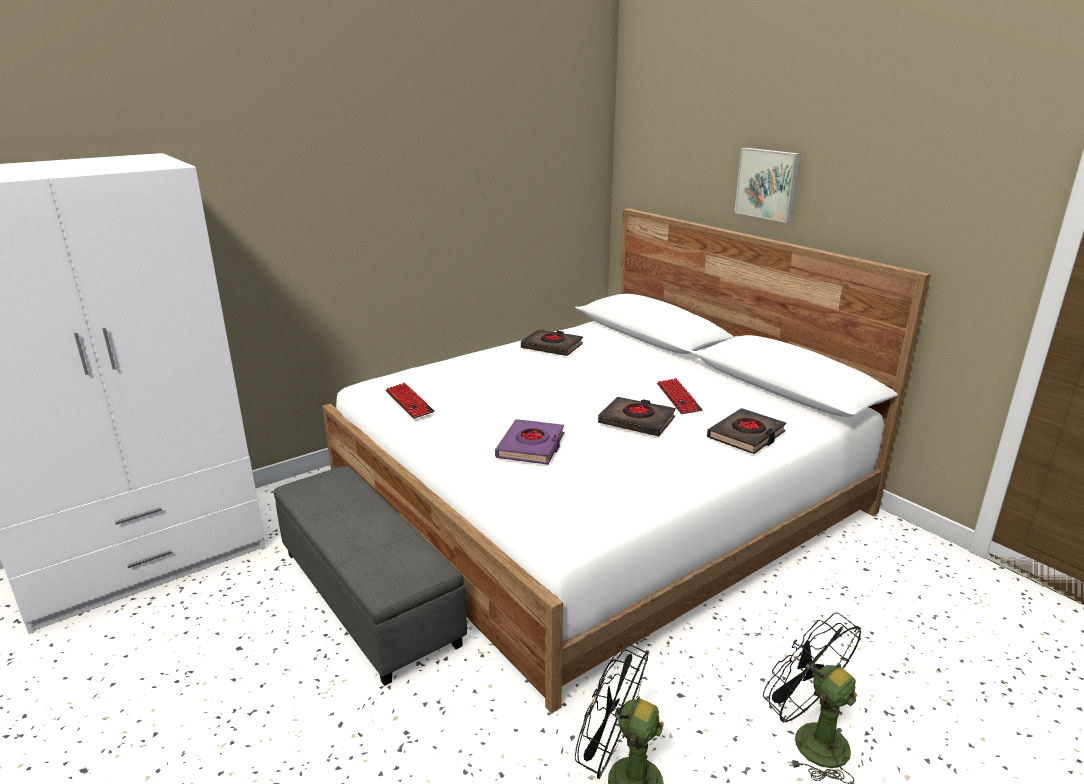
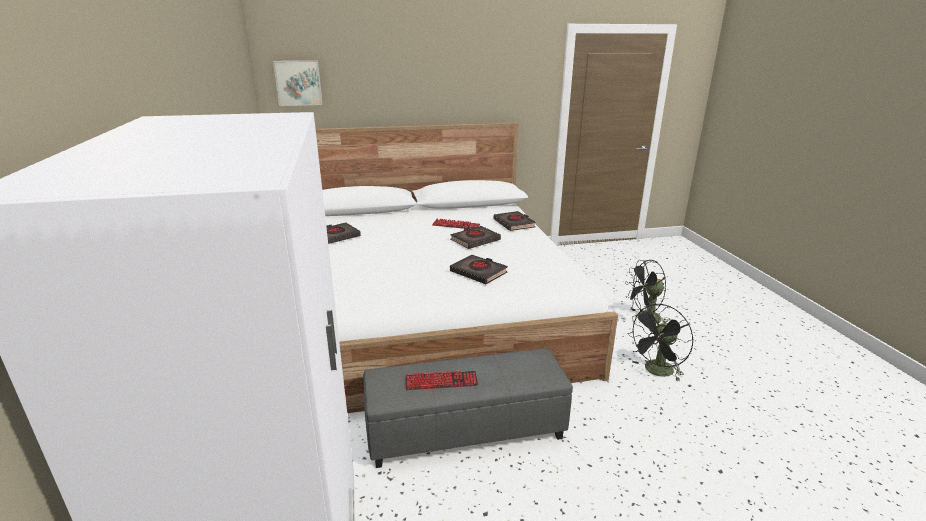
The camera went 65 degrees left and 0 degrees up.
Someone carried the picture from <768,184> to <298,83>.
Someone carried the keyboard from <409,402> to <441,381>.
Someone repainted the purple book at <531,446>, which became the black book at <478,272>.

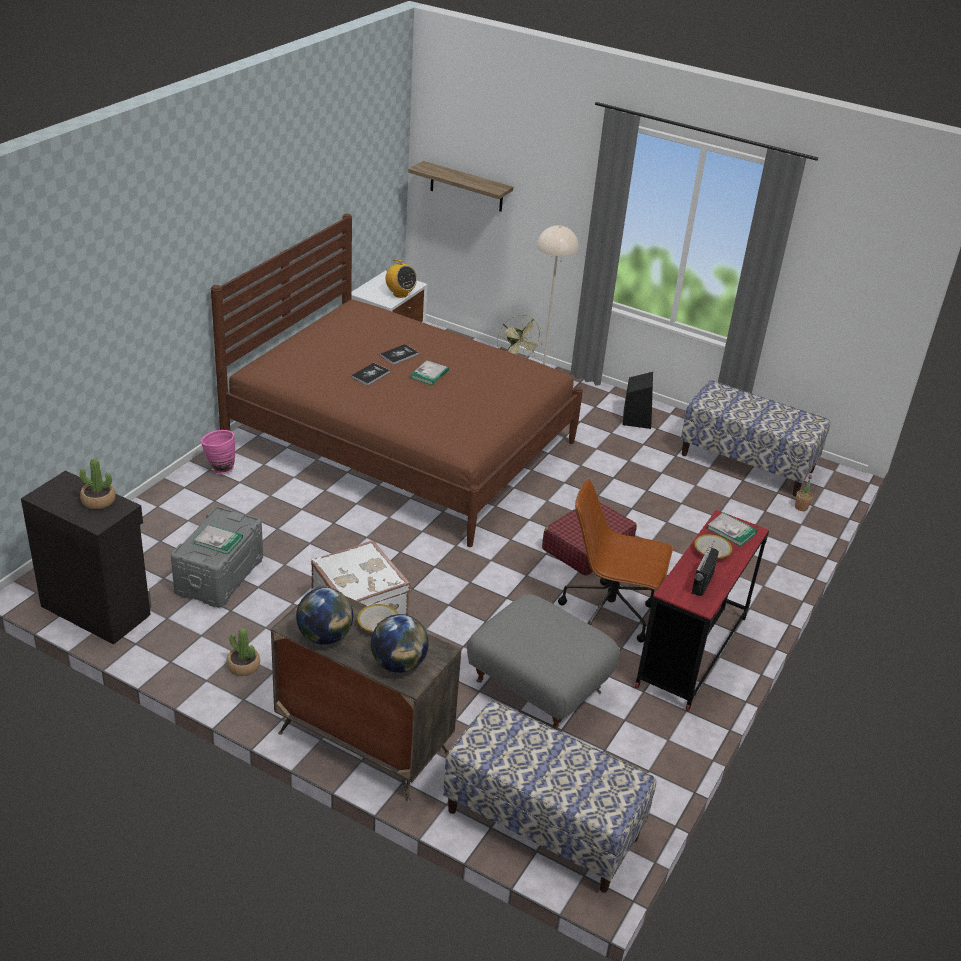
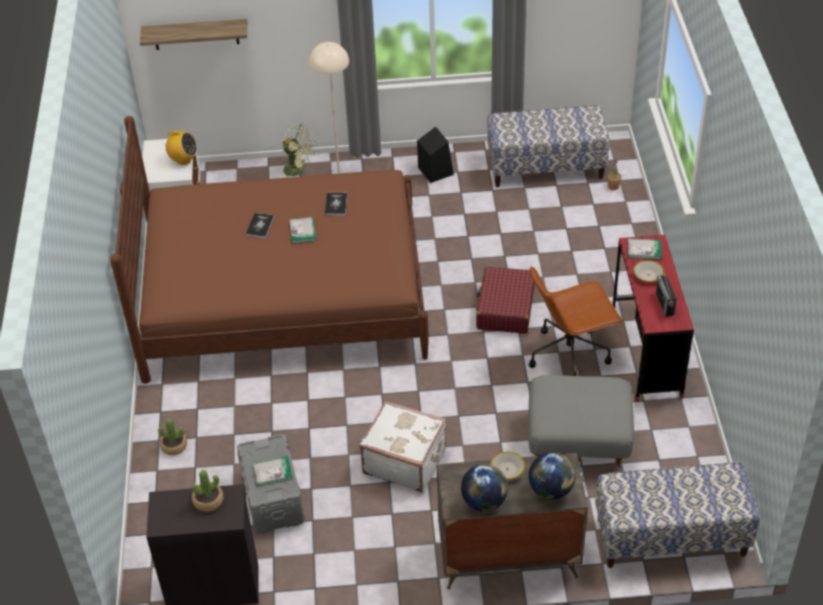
The camera went 30 degrees left and 10 degrees up.
Someone carried the potted plant from <243,666> to <174,446>.
Someone carried the book from <370,375> to <336,204>.
Someone took away the pink vase at <219,469>.

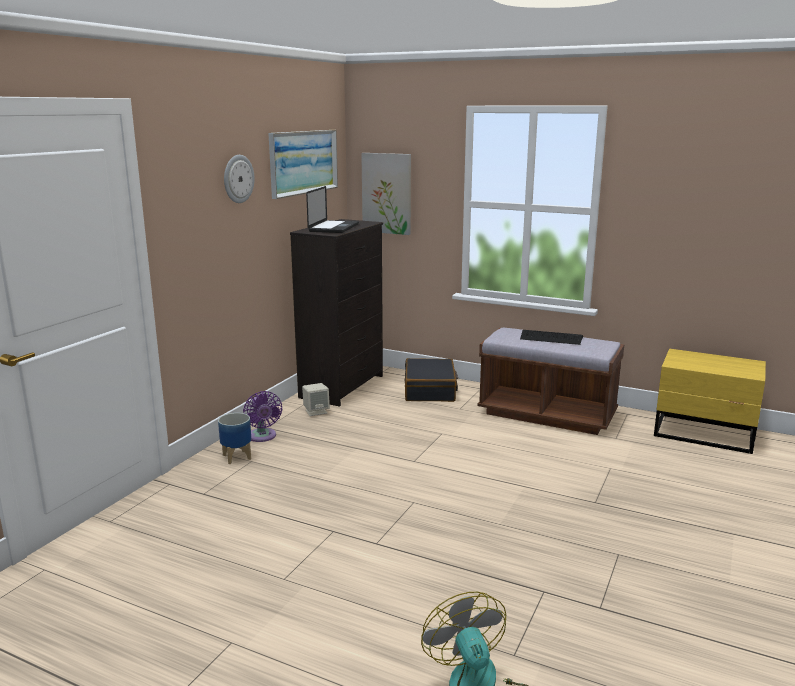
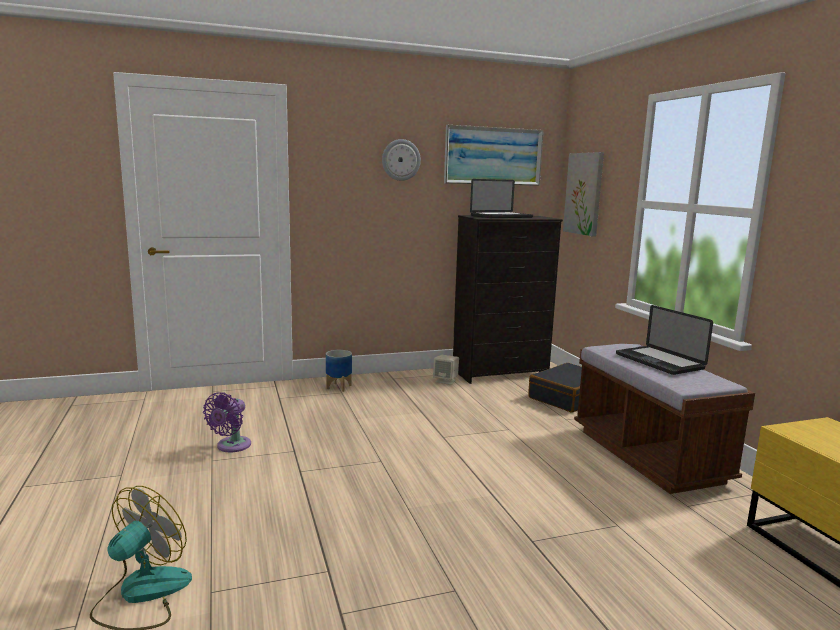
The camera went 45 degrees right and 5 degrees down.
Someone carried the purple fan from <262,437> to <231,446>.
Someone swapped the keyboard at <551,338> for the laptop at <659,361>.

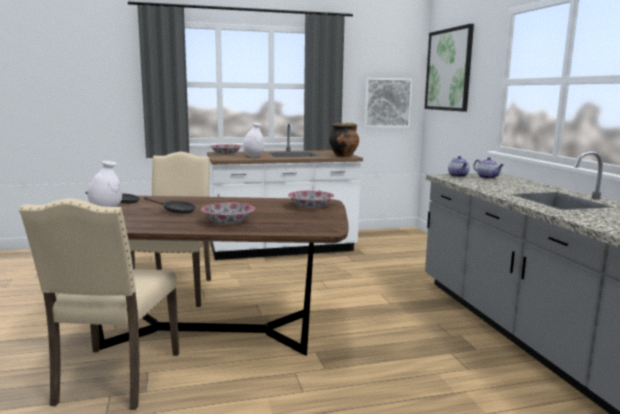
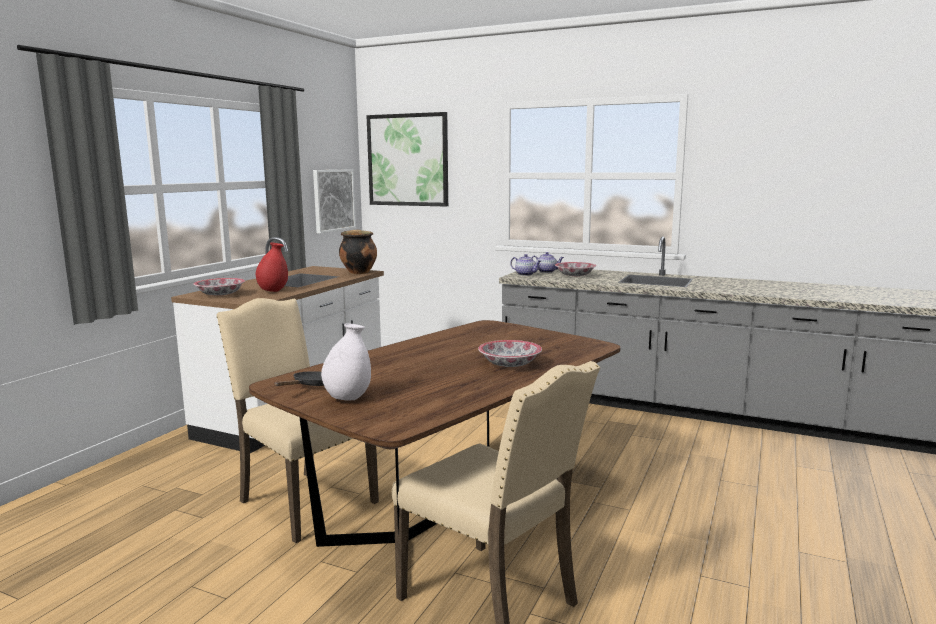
The camera went 50 degrees left and 0 degrees up.
Someone repainted the white vase at <253,156>, which became the red vase at <273,291>.
Someone carried the bowl from <310,207> to <574,276>.
Someone took away the black frying pan at <176,211>.

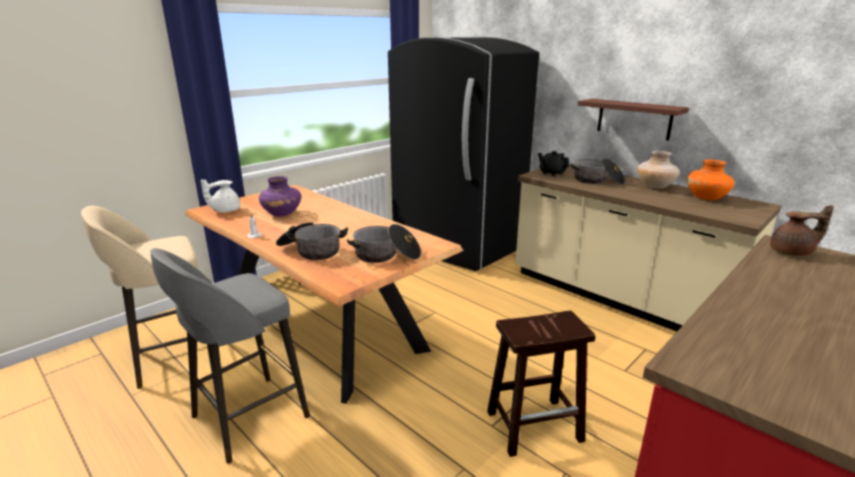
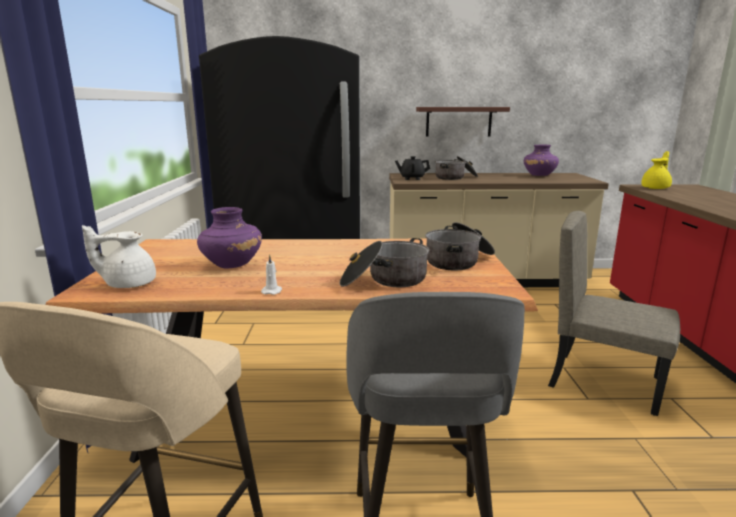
The camera went 45 degrees left and 5 degrees down.
Someone rotated the white teapot at <225,210> by 75 degrees clockwise.
Someone repainted the orange vase at <706,198>, which became the purple vase at <539,175>.
Someone swapped the brown stool at <535,425> for the beige chair at <604,381>.
Someone repainted the brown teapot at <792,252>, which became the yellow teapot at <656,188>.
Someone took away the beige vase at <655,187>.

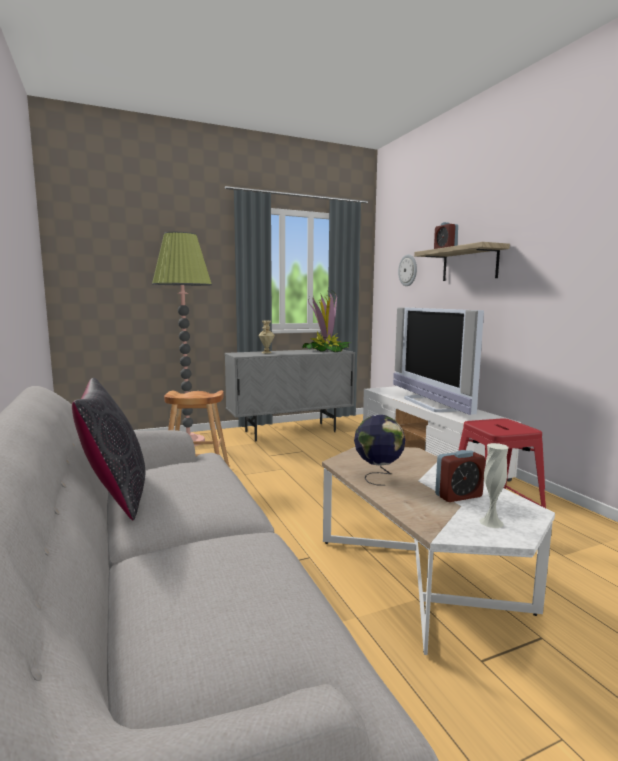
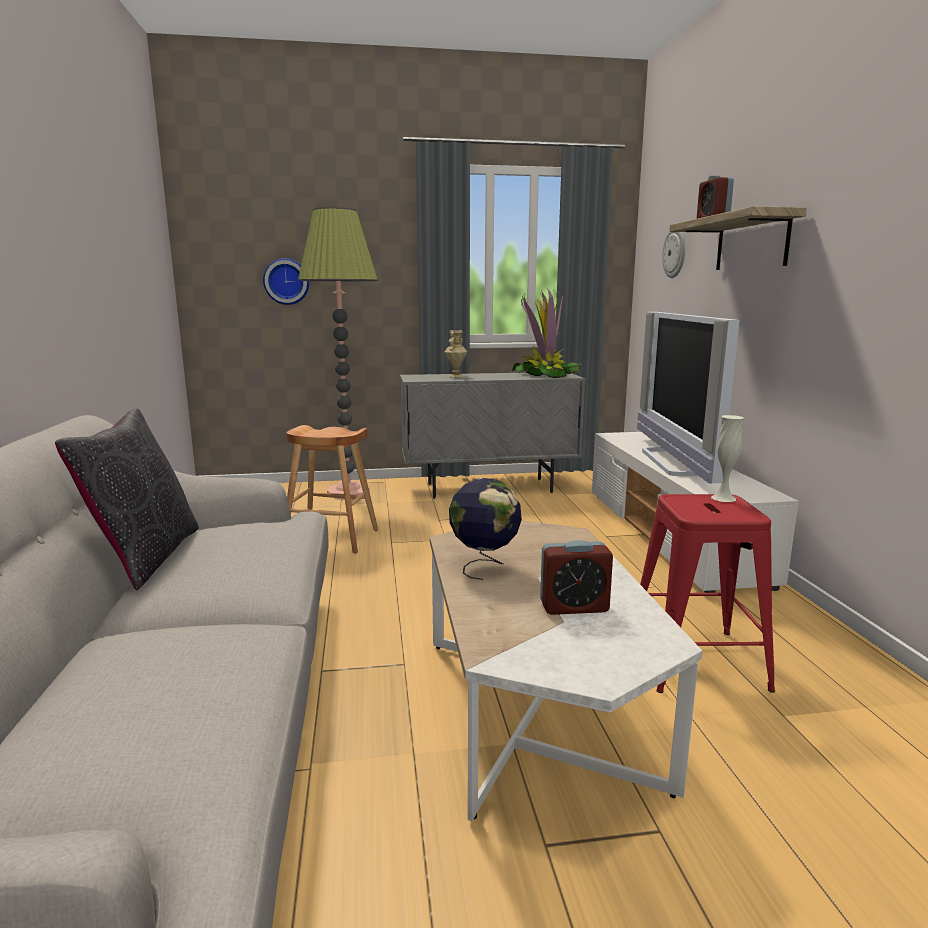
The camera went 15 degrees right and 5 degrees up.
Someone put up the wall clock at <286,281>.
Someone carried the white vase from <491,522> to <723,498>.

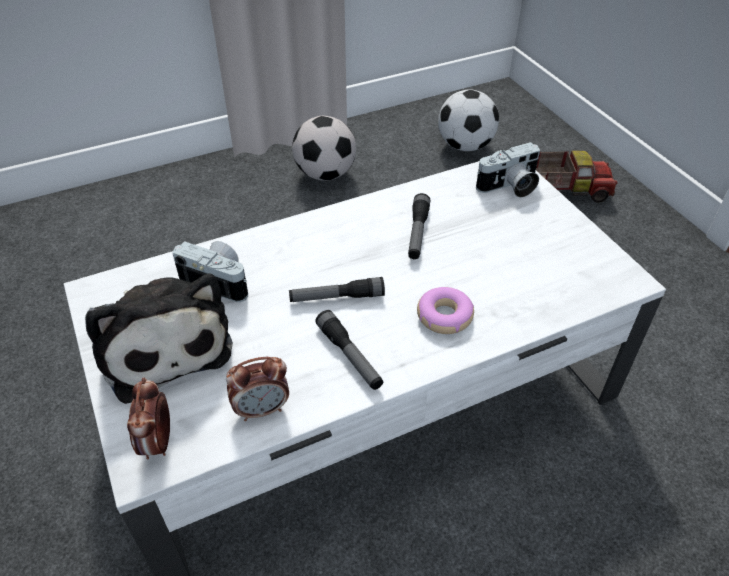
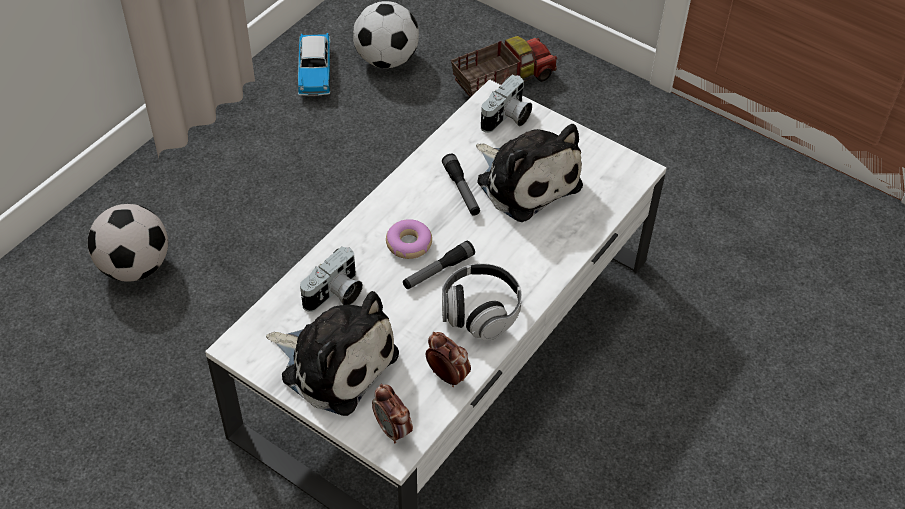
The camera went 30 degrees left and 5 degrees up.
Someone carried the football from <325,174> to <135,266>.
Someone put down the toy car at <315,73>.
Someone rotated the photo camera at <219,281> by 135 degrees clockwise.
Someone carried the donut from <444,316> to <409,244>.
Someone rotated the alarm clock at <262,409> by 90 degrees counterclockwise.
Someone swapped the flashlight at <349,356> for the headphones at <480,312>.
Someone put down the plush toy at <525,180>.

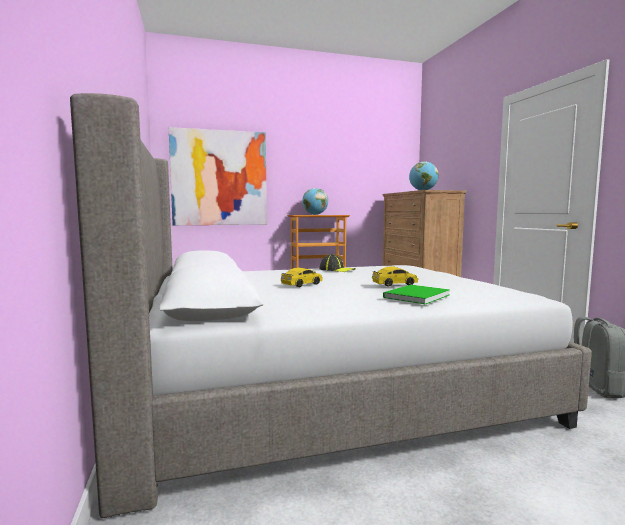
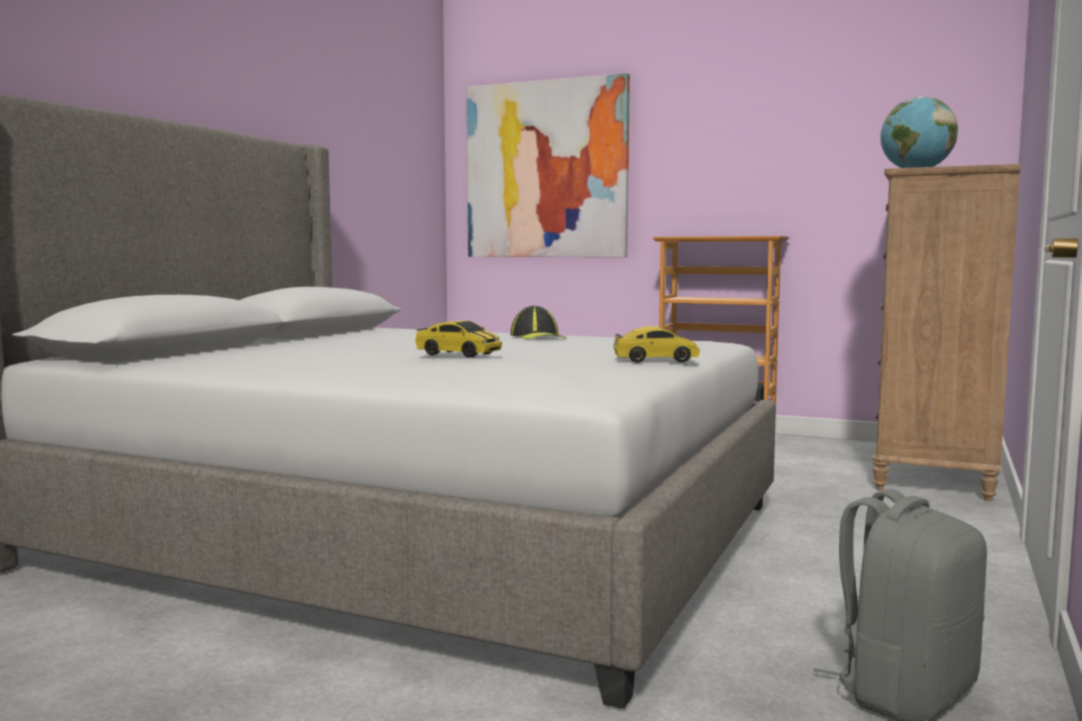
The camera went 40 degrees right and 0 degrees up.
Someone carried the toy car from <302,284> to <655,360>.
Someone took away the globe at <315,214>.
Someone took away the green book at <414,296>.

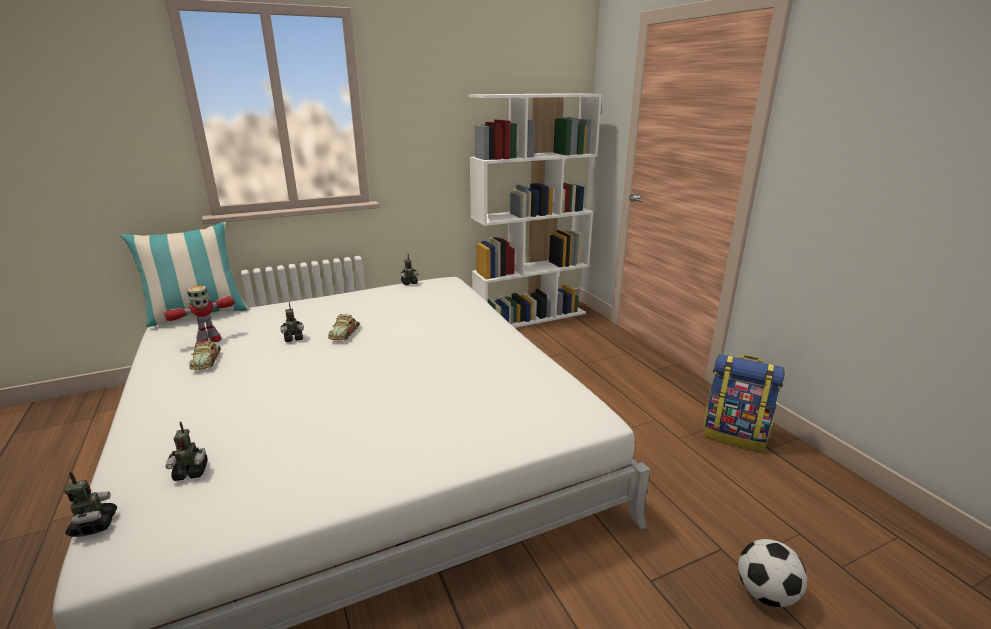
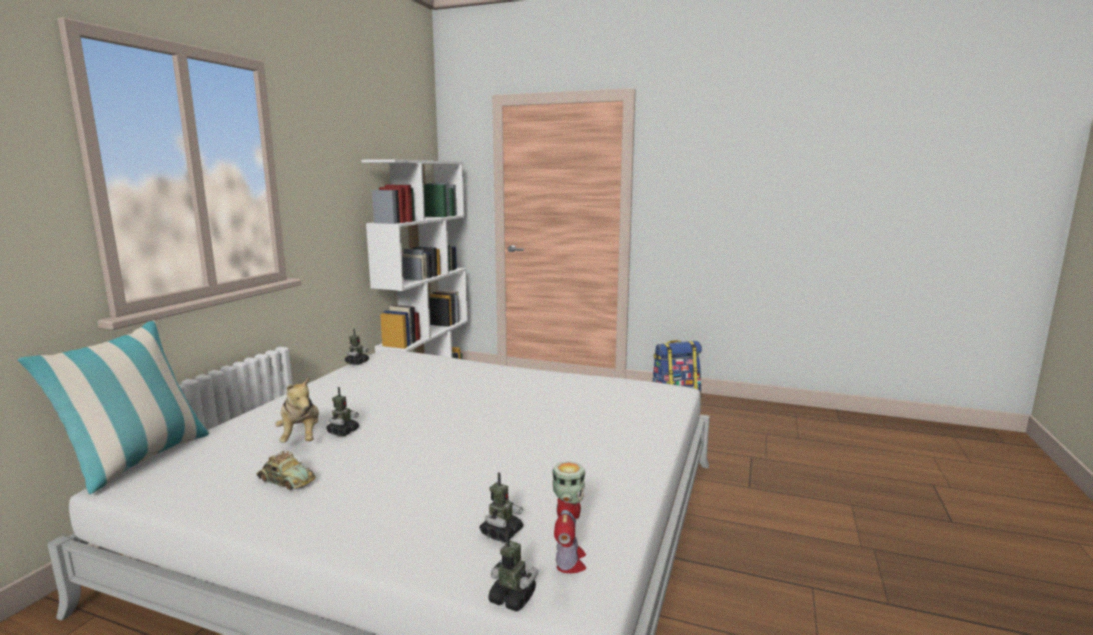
The camera went 45 degrees left and 10 degrees down.
Someone put down the plush toy at <301,438>.
Someone carried the toy robot from <208,340> to <569,561>.
Someone took away the toy car at <344,333>.
Someone took away the football at <765,593>.

